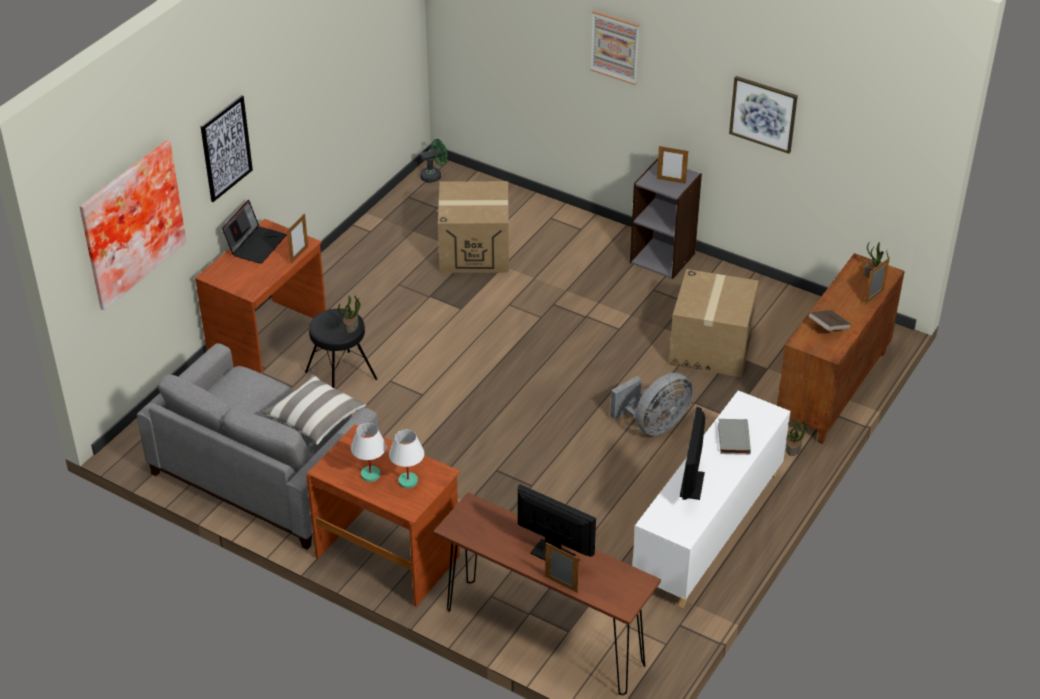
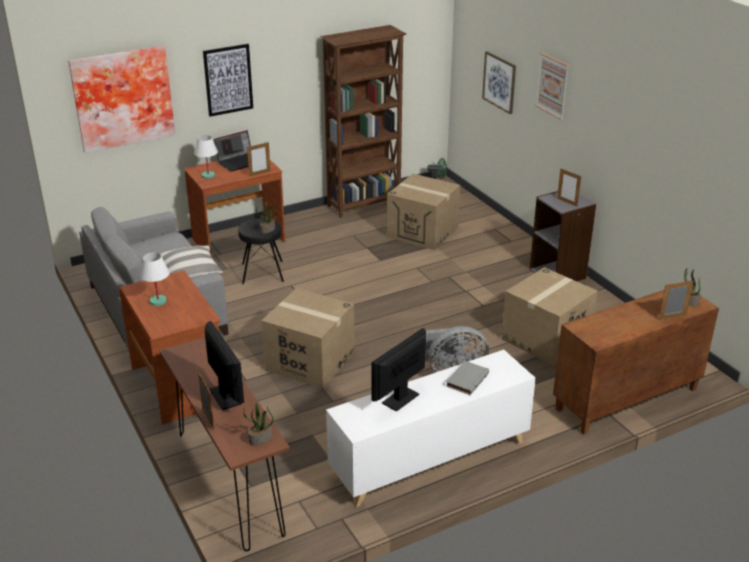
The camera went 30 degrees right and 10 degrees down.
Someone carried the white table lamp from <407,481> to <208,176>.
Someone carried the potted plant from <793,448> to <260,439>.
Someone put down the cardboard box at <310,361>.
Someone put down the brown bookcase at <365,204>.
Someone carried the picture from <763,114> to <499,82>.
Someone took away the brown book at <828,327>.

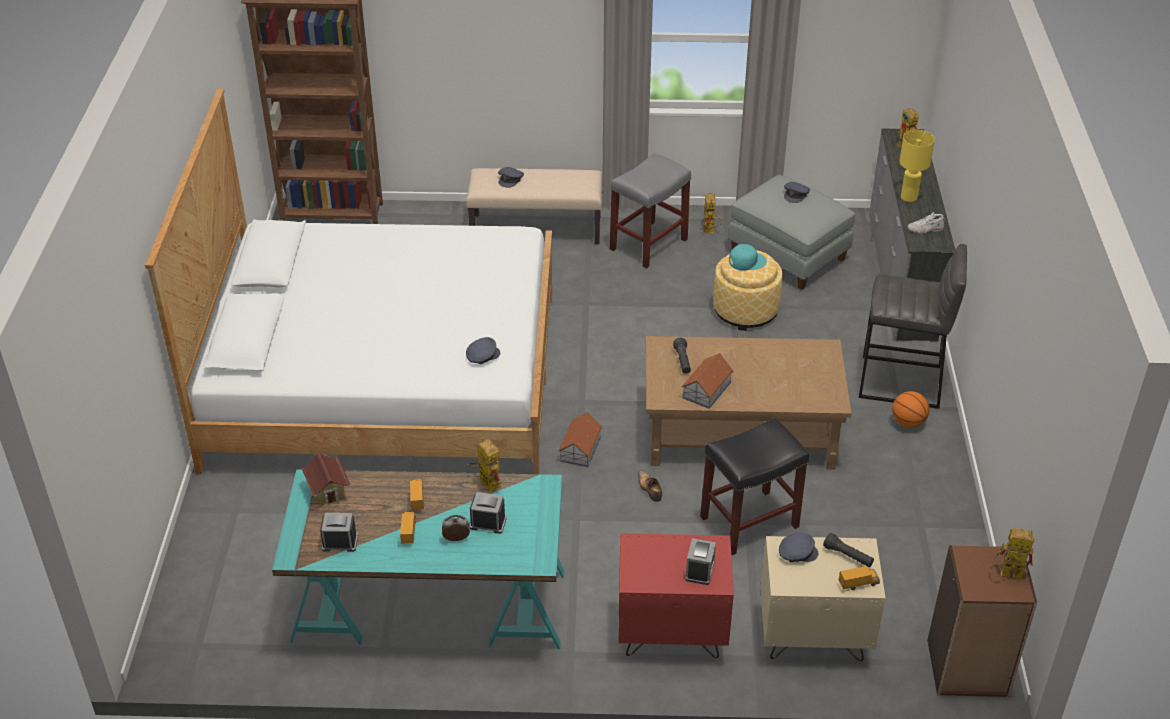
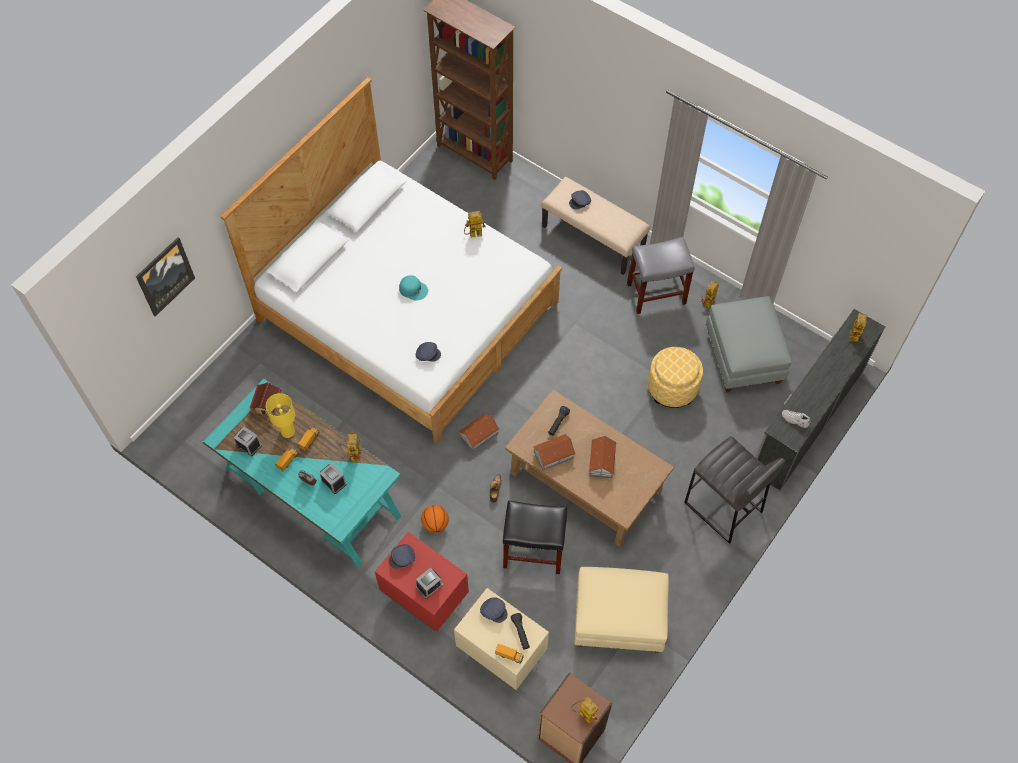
The camera went 35 degrees right and 20 degrees up.
Someone put up the picture at <164,276>.
Someone carried the yellow table lamp from <909,198> to <287,432>.
Someone carried the grey cap from <796,194> to <402,558>.
Someone carried the turquoise cap from <746,261> to <413,289>.
Someone carried the basketball from <908,422> to <435,524>.
Someone put down the toy robot at <473,235>.
Someone put down the beige ottoman at <618,620>.
Someone put down the toy house at <601,462>.

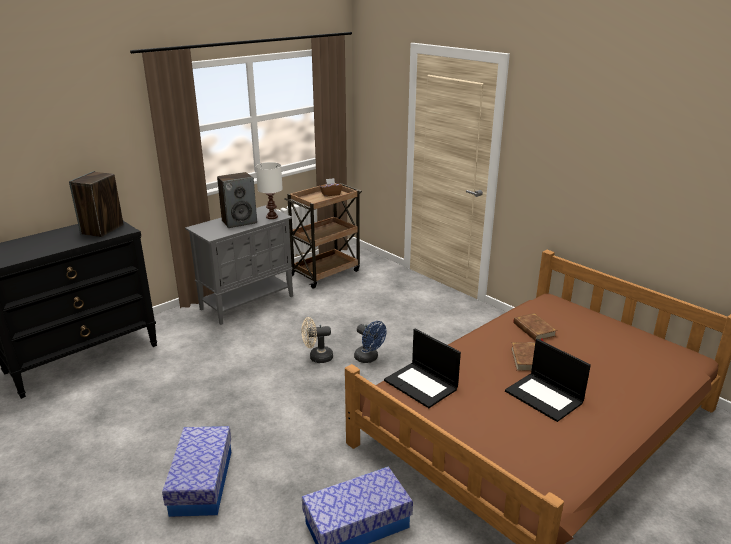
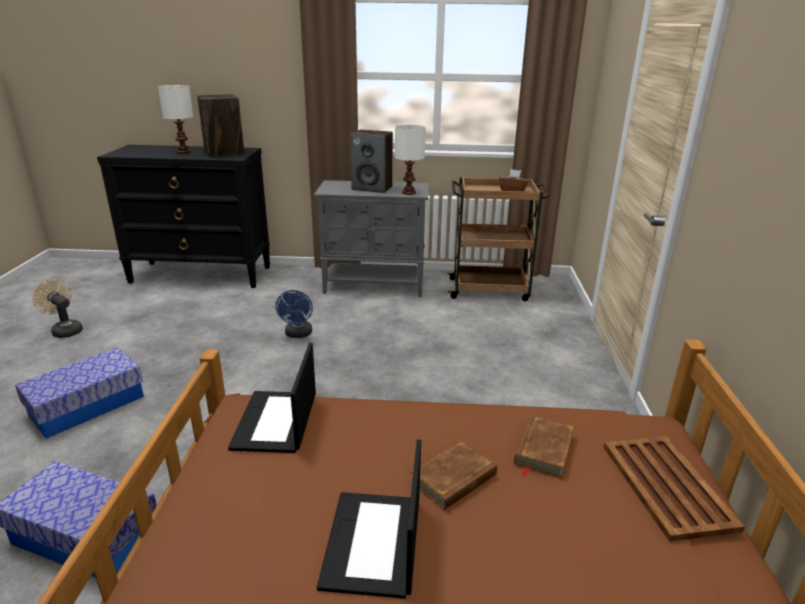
The camera went 45 degrees right and 0 degrees up.
Someone carried the beige fan from <317,357> to <65,330>.
Someone put down the white table lamp at <183,152>.
Someone carried the blue fan from <369,358> to <298,334>.
Someone put down the brown tray at <666,485>.

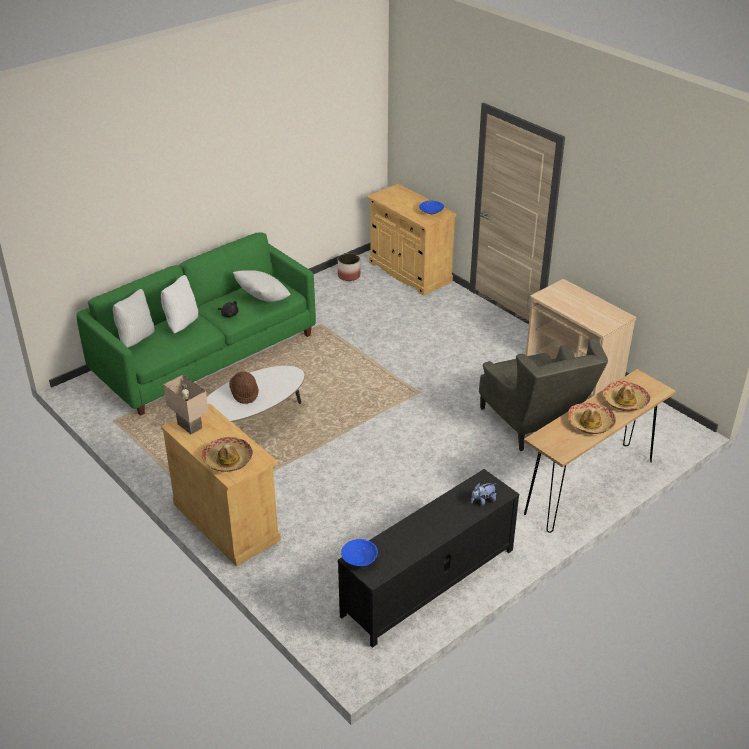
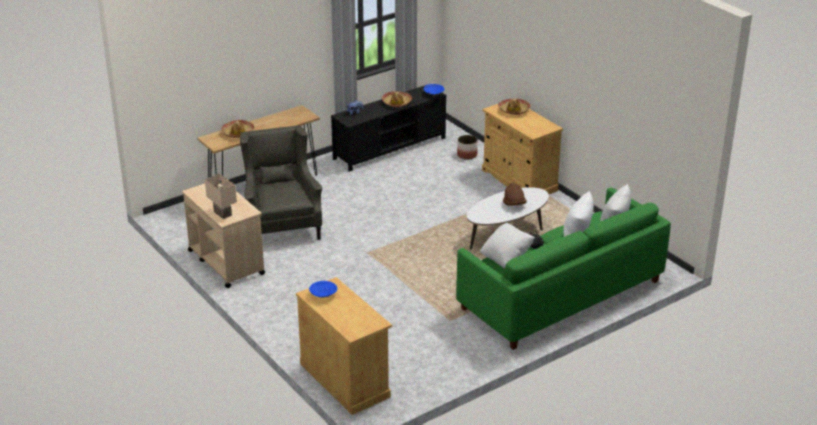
The camera went 175 degrees left and 5 degrees down.
Someone carried the beige table lamp from <191,425> to <221,214>.
Someone carried the hat from <590,423> to <397,102>.
Someone carried the planter from <348,276> to <467,155>.

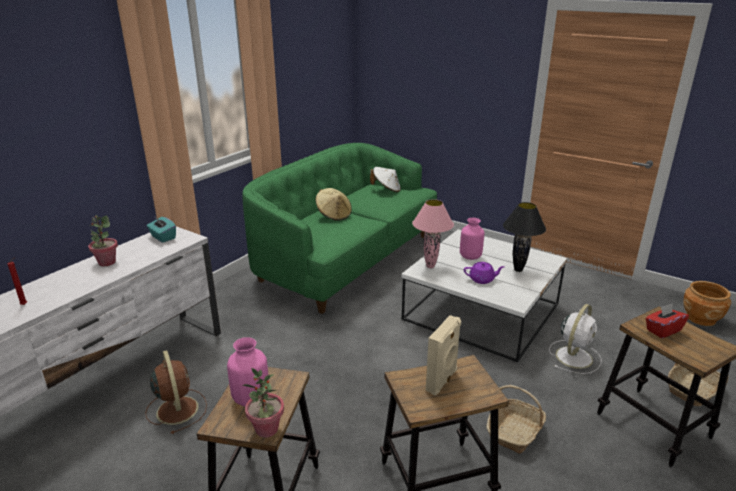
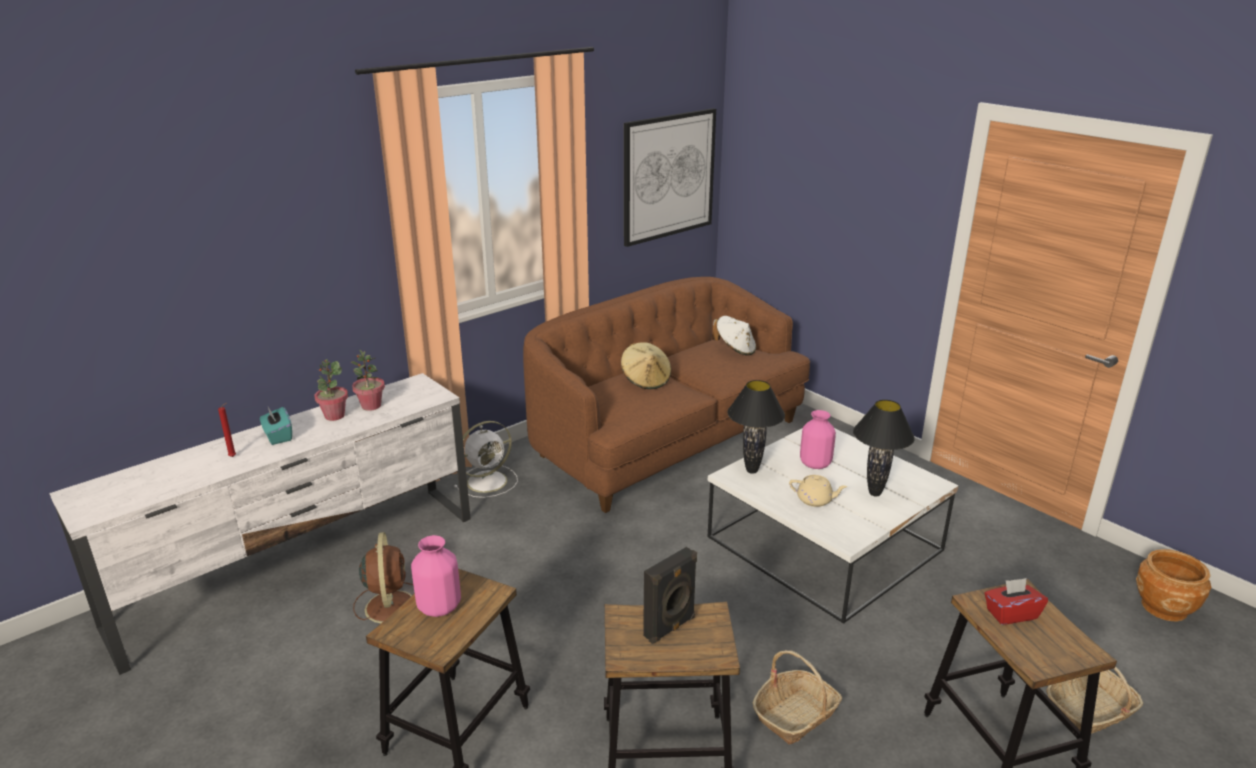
The camera went 15 degrees right and 0 degrees up.
Someone carried the turquoise tissue box from <163,237> to <278,436>.
Someone carried the potted plant from <266,429> to <371,406>.
Someone carried the white fan from <574,356> to <488,481>.
Someone repainted the green sofa at <346,259>, which became the brown sofa at <666,440>.
Someone put up the picture at <668,176>.
Someone repainted the beige speaker at <442,381>, which became the black speaker at <670,628>.
Someone repainted the pink table lamp at <430,266>, which became the black table lamp at <751,471>.
Someone repainted the purple teapot at <482,279>, which became the beige teapot at <815,500>.

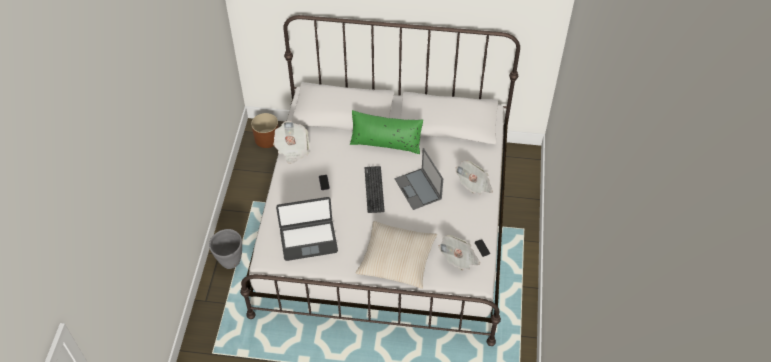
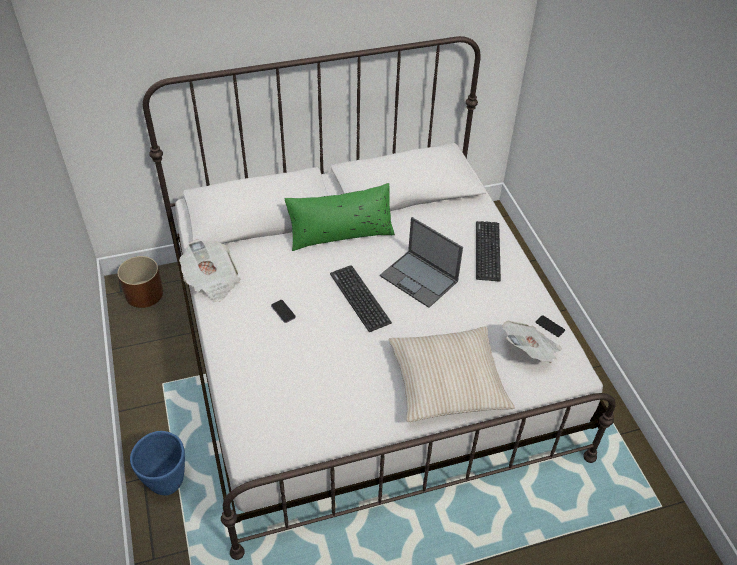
The camera went 25 degrees left and 5 degrees down.
Someone repainted the grey planter at <230,261>, which became the blue planter at <166,482>.
Someone swapped the newspaper at <474,185> for the keyboard at <487,251>.
Someone took away the laptop at <308,239>.

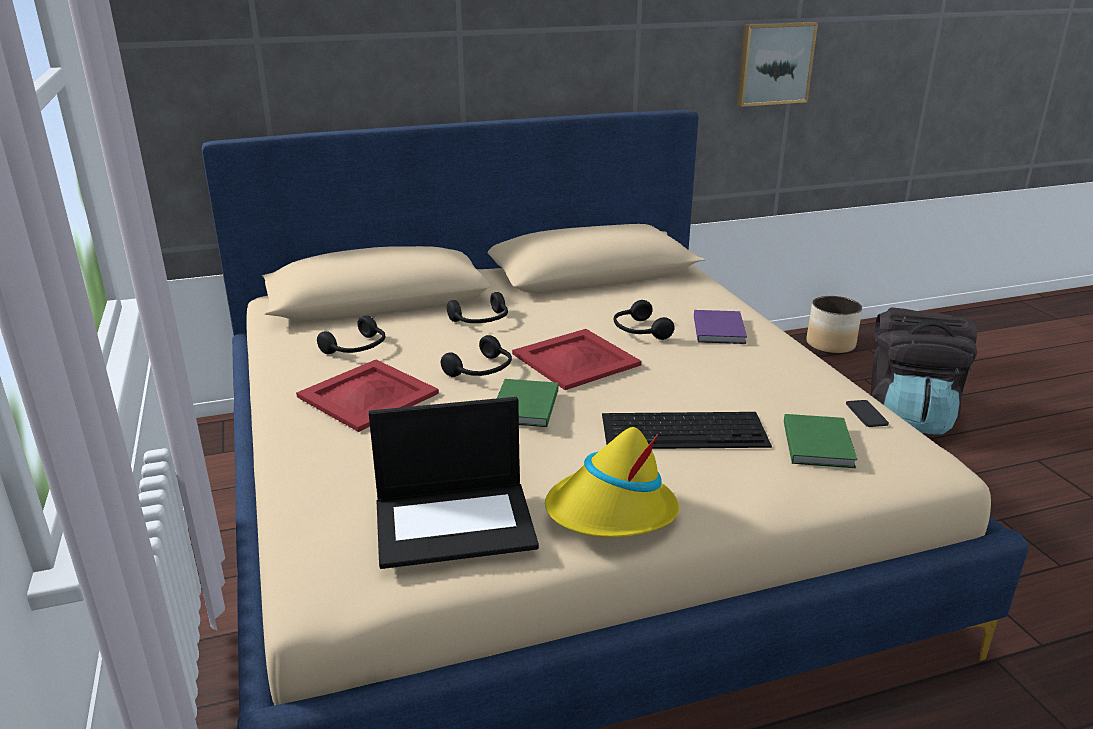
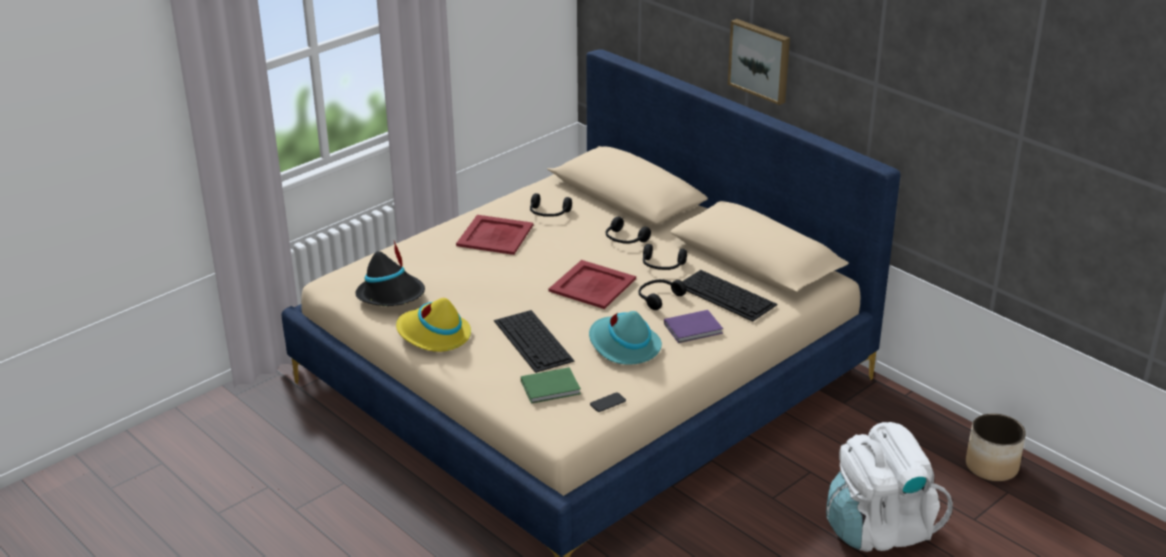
The camera went 65 degrees right and 5 degrees up.
Someone swapped the laptop at <456,523> for the black hat at <391,295>.
Someone put down the turquoise hat at <623,346>.
Someone carried the black headphones from <482,371> to <662,266>.
Someone put down the keyboard at <727,295>.
Someone carried the picture from <774,63> to <760,60>.
Someone repainted the black backpack at <908,416>, which became the white backpack at <879,529>.
Someone took away the green book at <523,407>.

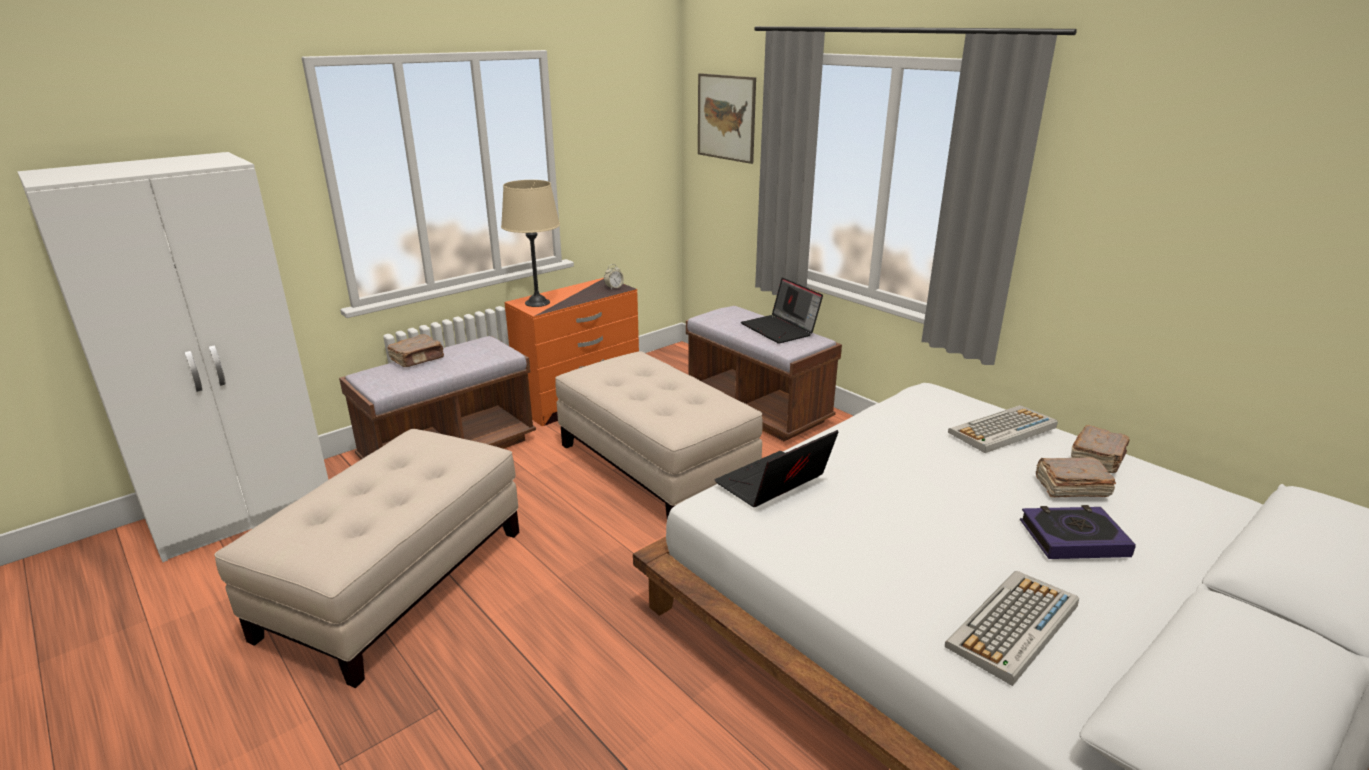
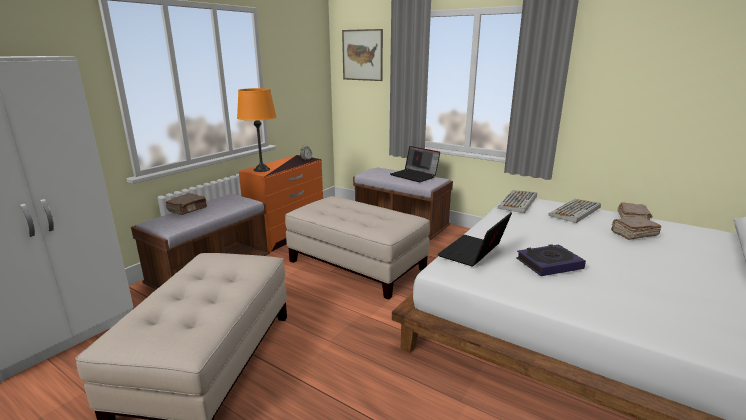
The camera went 15 degrees left and 5 degrees down.
Someone repainted the beige table lamp at <537,303>, which became the orange table lamp at <261,169>.
Someone carried the keyboard from <1013,627> to <518,202>.
Someone carried the book from <1073,538> to <549,264>.

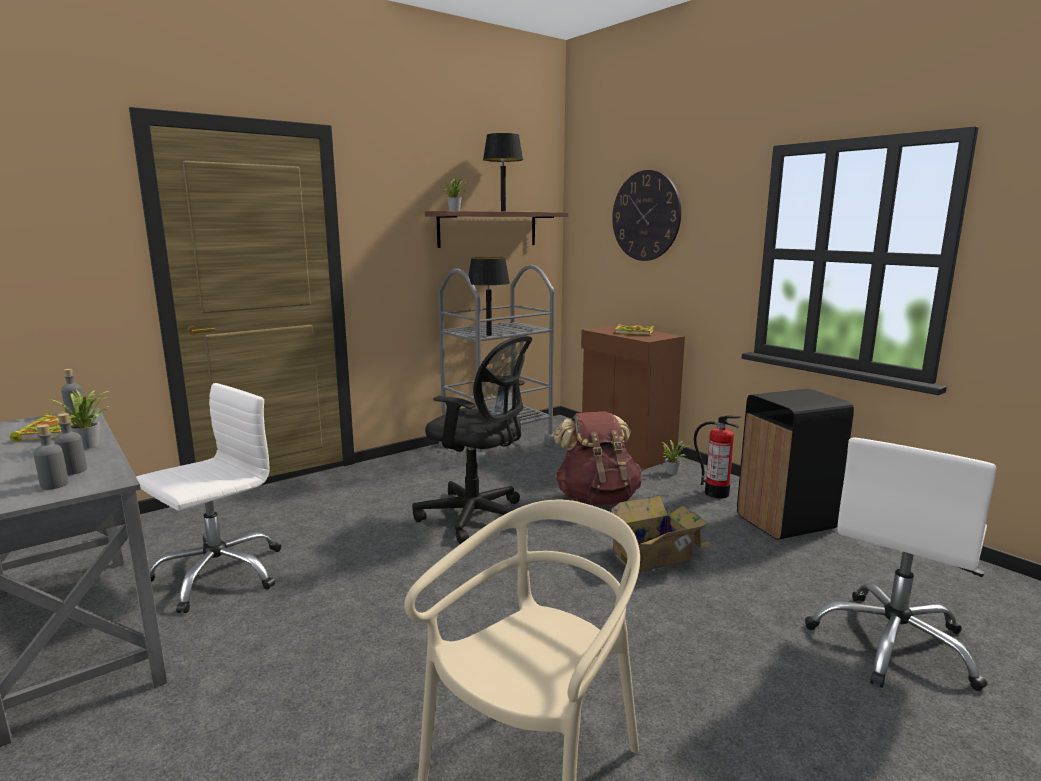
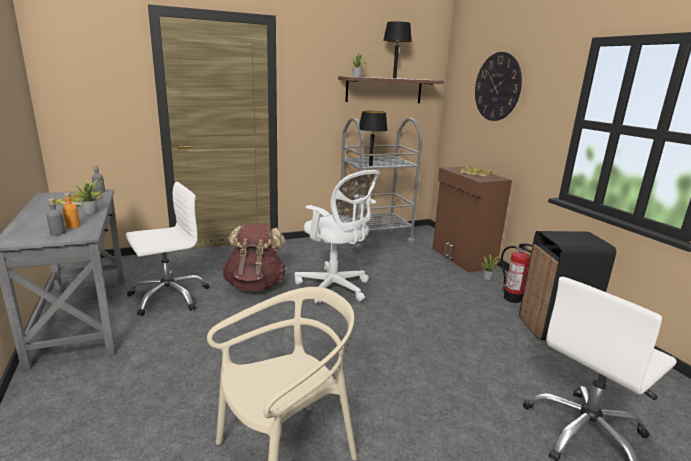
The camera went 15 degrees right and 5 degrees up.
Someone repainted the grey bottle at <74,471>, which became the orange bottle at <73,226>.
Someone carried the brown backpack from <596,499> to <255,285>.
Someone repainted the black office chair at <477,518>, which became the white office chair at <335,288>.
Someone took away the cardboard box at <655,556>.

